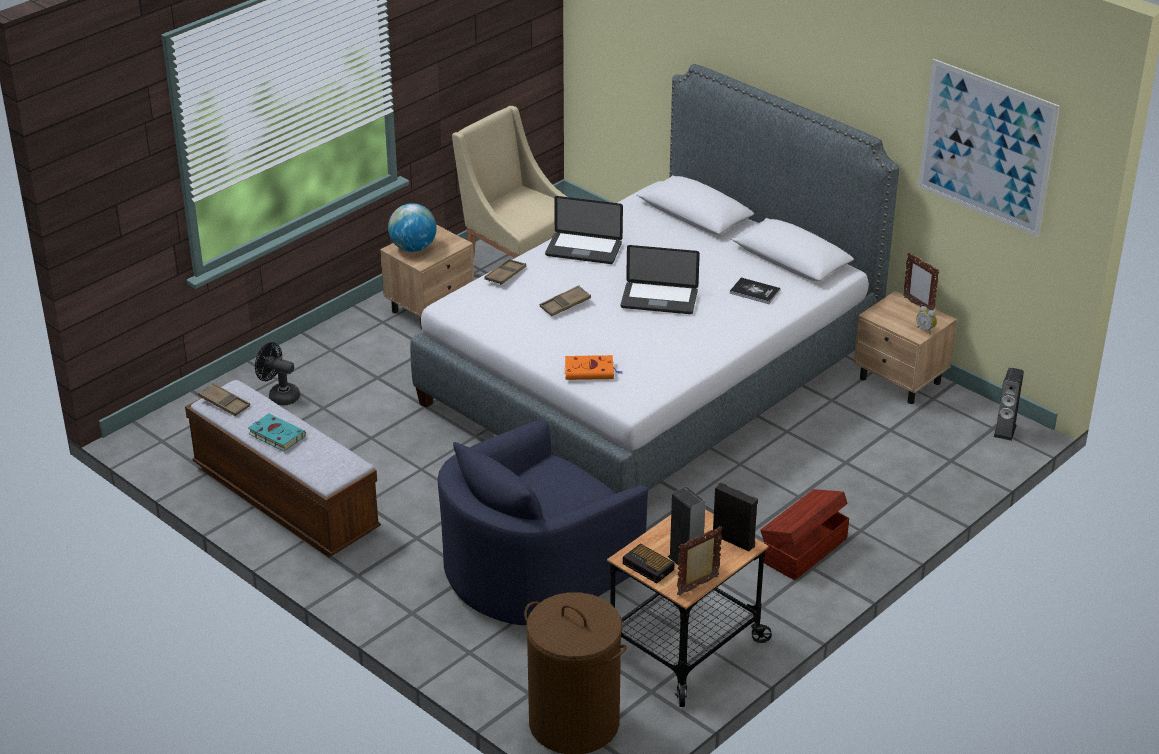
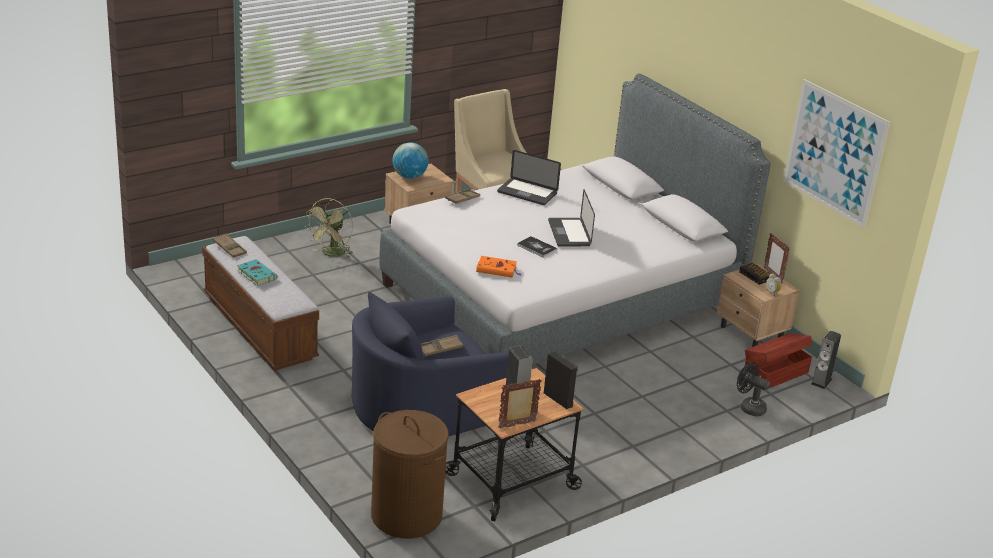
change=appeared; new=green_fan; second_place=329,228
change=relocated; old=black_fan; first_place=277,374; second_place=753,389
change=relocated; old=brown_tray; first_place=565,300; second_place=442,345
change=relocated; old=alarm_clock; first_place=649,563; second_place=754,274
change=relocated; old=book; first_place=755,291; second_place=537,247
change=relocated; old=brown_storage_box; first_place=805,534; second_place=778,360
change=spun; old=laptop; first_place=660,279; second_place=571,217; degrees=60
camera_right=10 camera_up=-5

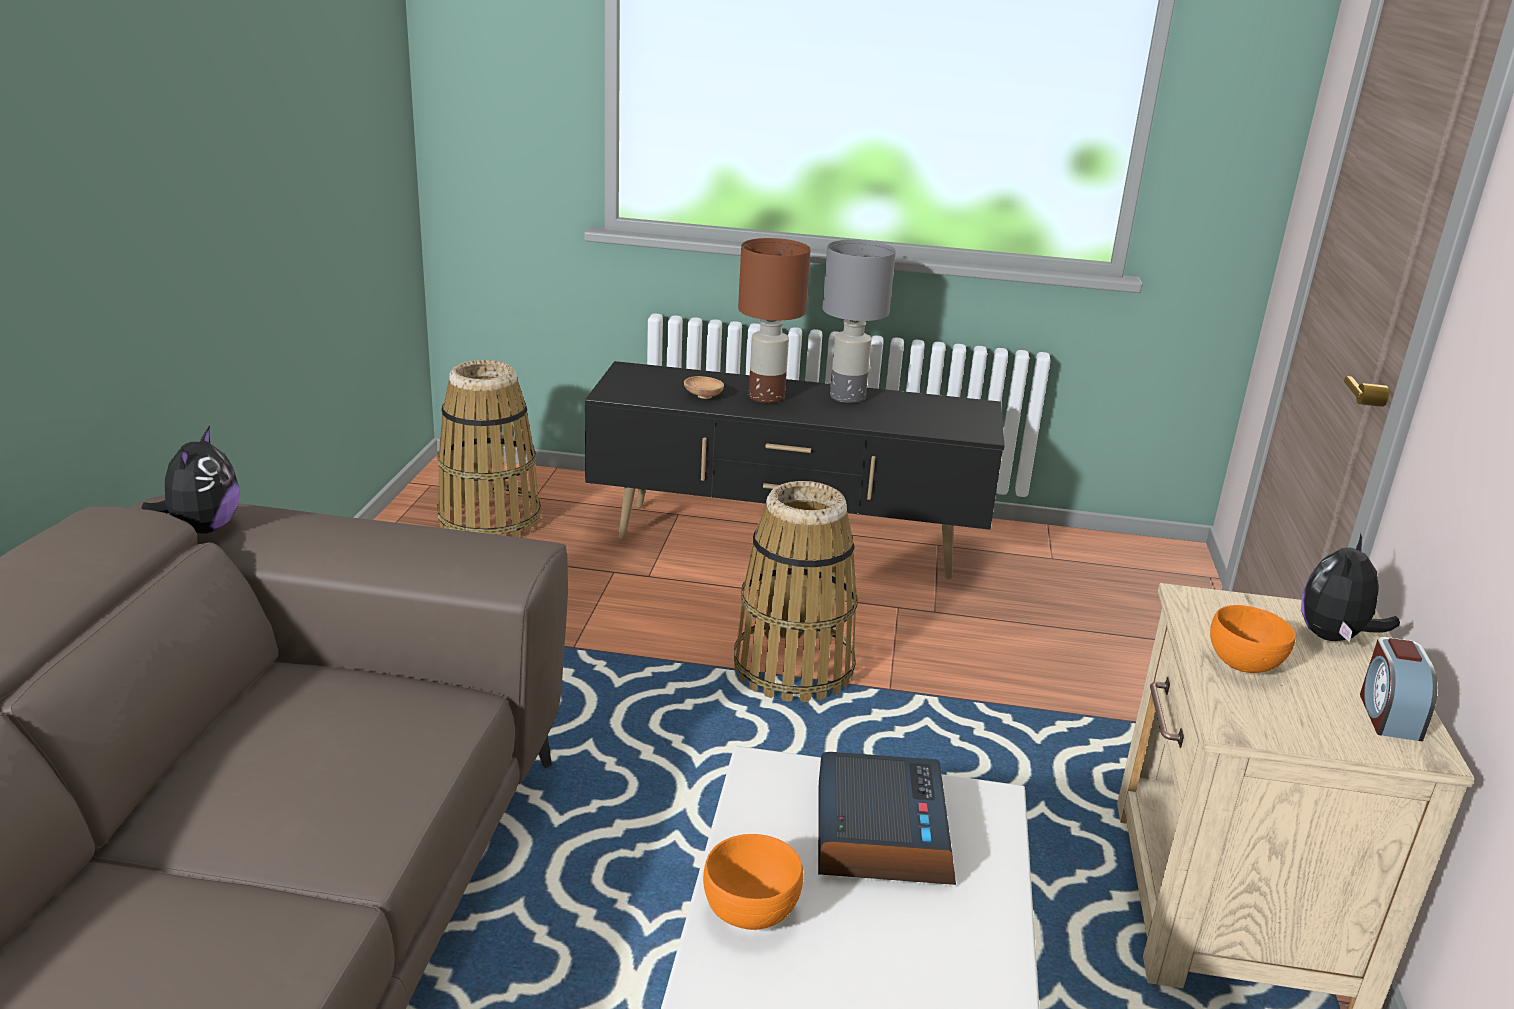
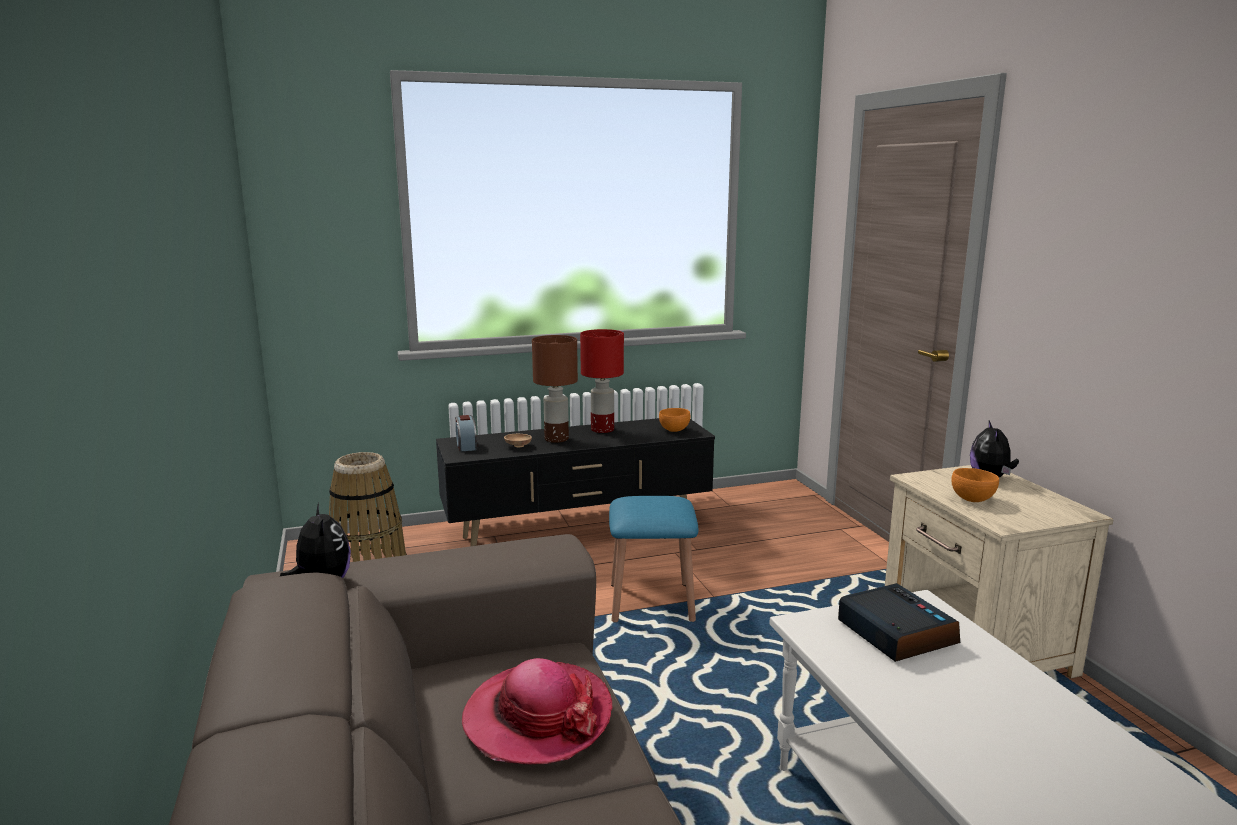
change=appeared; new=hat; second_place=537,711
change=relocated; old=orange_bowl; first_place=753,882; second_place=674,420
change=relocated; old=alarm_clock; first_place=1398,689; second_place=466,433
change=exchanged; old=basket; new=blue_stool; first_place=796,591; second_place=654,559
change=colour; old=grey_table_lamp; new=red_table_lamp; first_place=859,321; second_place=602,381
camera_right=-25 camera_up=-10

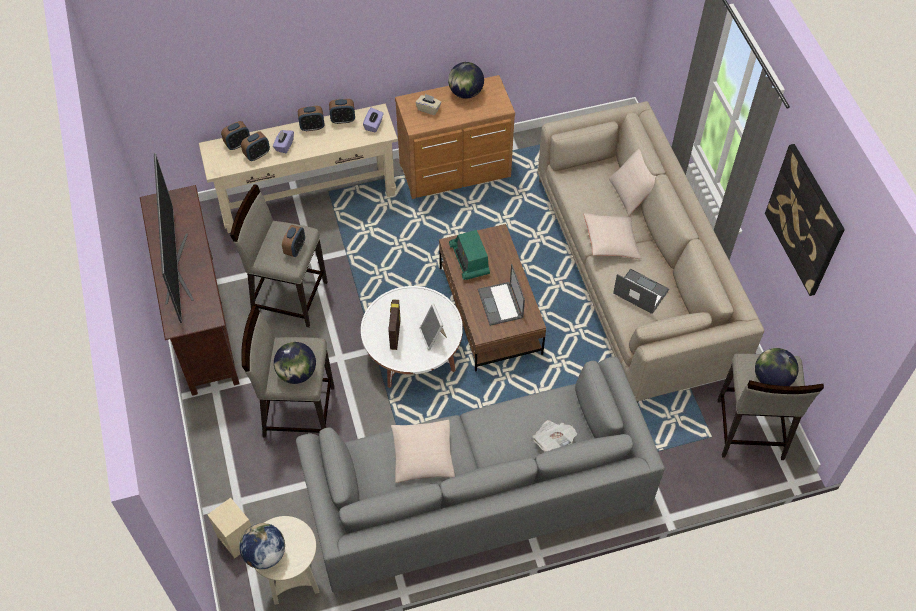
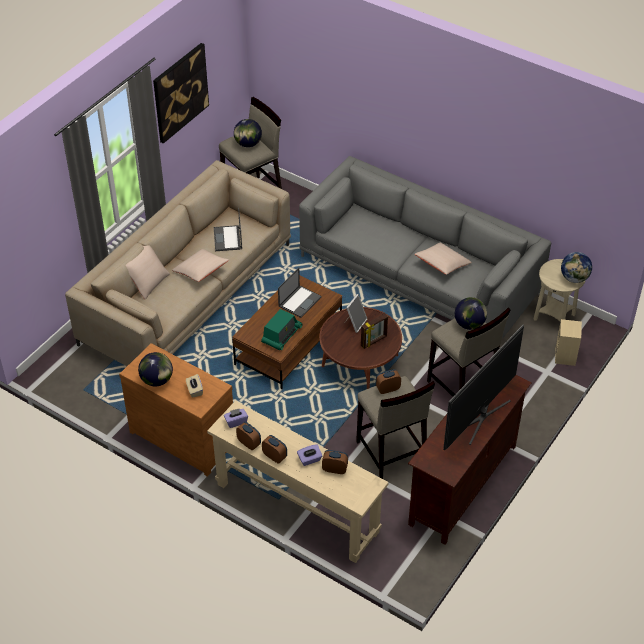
change=missing; old=alarm_clock; first_place=235,135
change=missing; old=newspaper; first_place=554,435
change=colour; old=white_coffee_table; new=brown_coffee_table; first_place=412,337; second_place=361,348
camera_right=-130 camera_up=-10

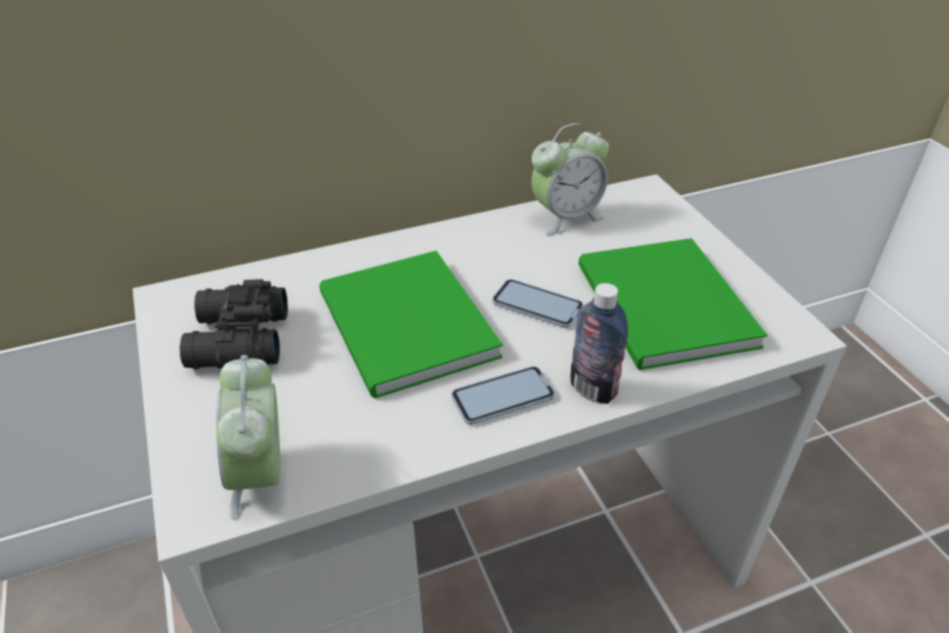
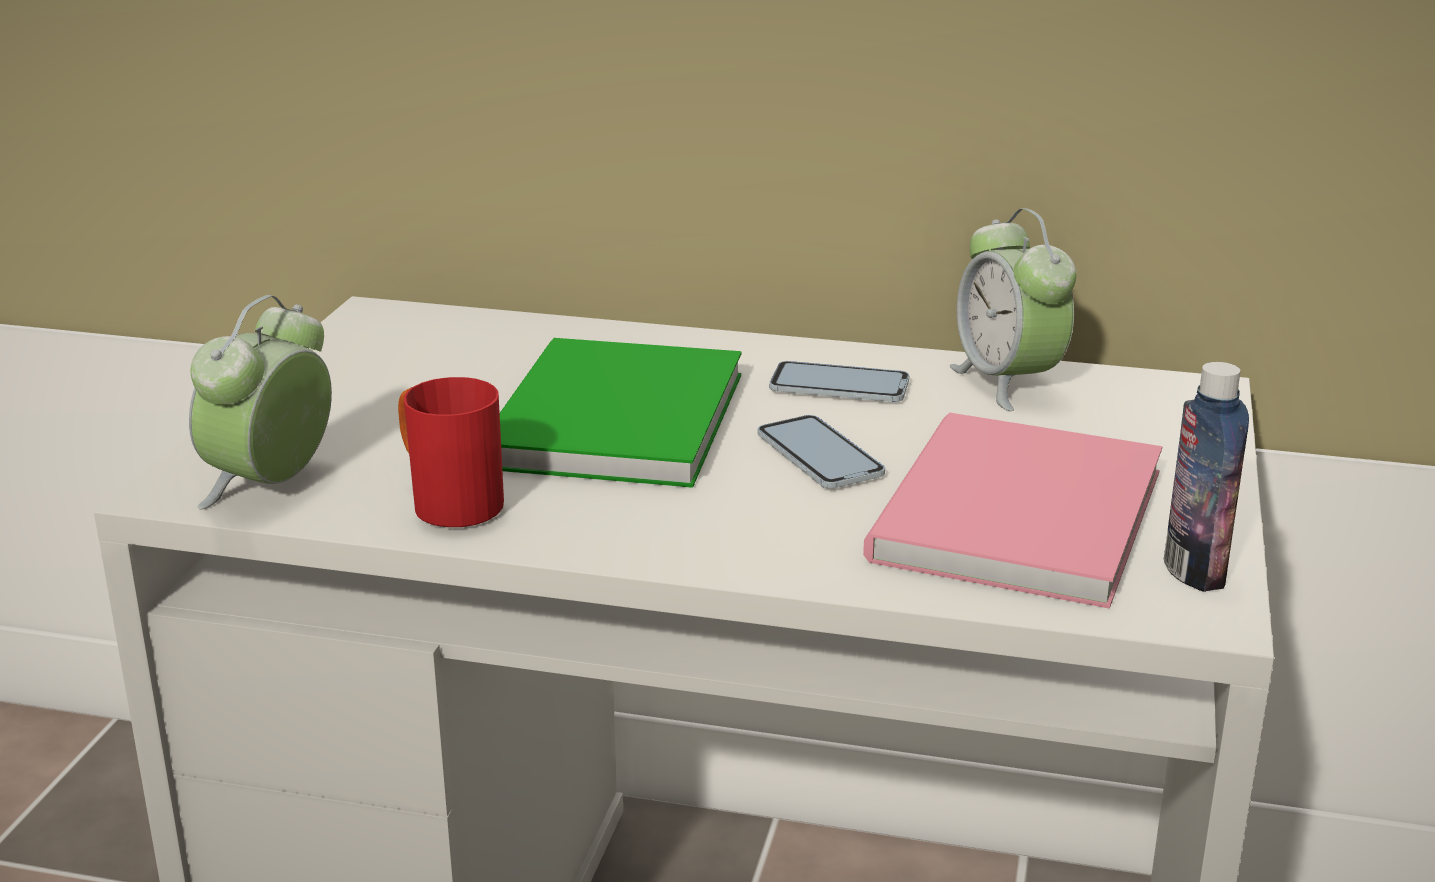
change=missing; old=black_binoculars; first_place=234,324
change=appeared; new=red_mug; second_place=451,452
change=relocated; old=phone; first_place=503,395; second_place=839,381
change=relocated; old=bottle; first_place=599,343; second_place=1206,477
change=colour; old=green_book; new=pink_book; first_place=673,304; second_place=1012,511
change=spun; old=alarm_clock; first_place=570,179; second_place=1013,309; degrees=60
camera_right=35 camera_up=-15

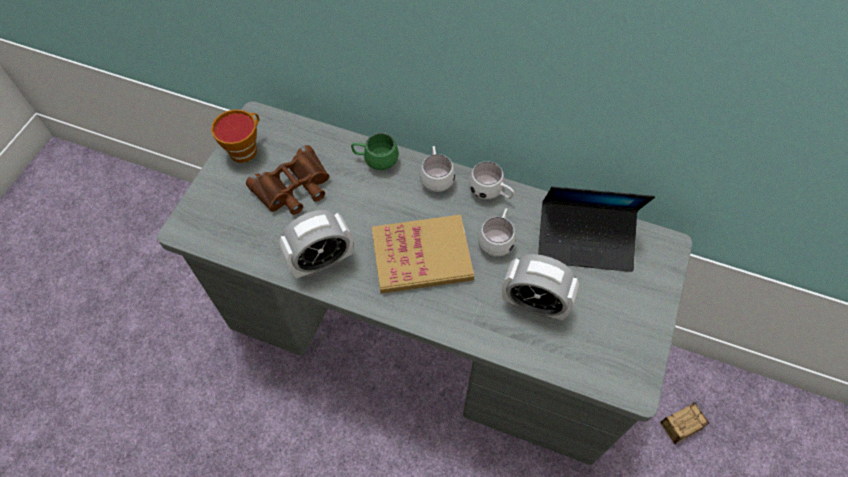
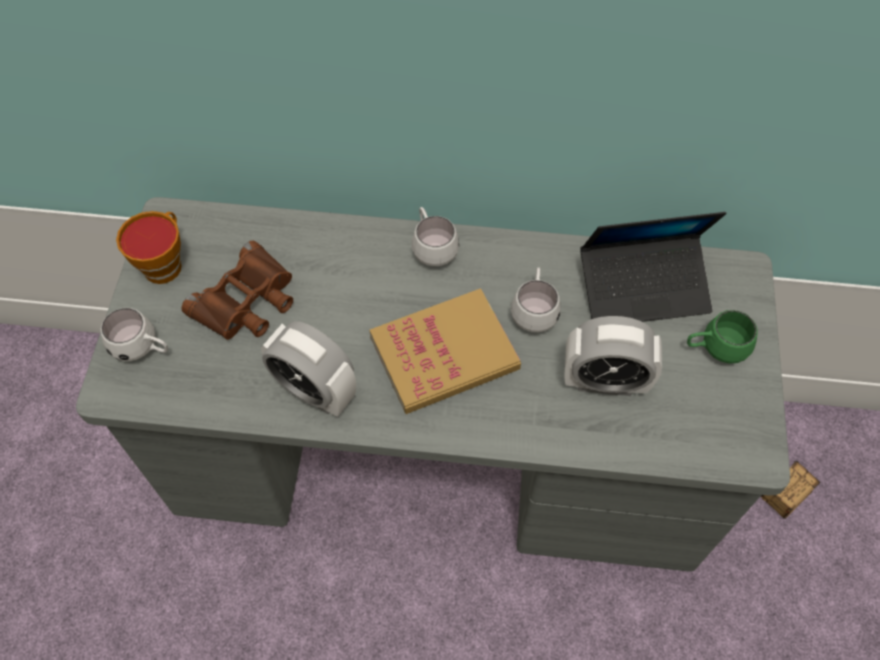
change=relocated; old=green_mug; first_place=375,151; second_place=722,337
change=relocated; old=white_mug; first_place=491,180; second_place=134,334
change=spun; old=alarm_clock; first_place=316,244; second_place=308,369; degrees=75
camera_right=-15 camera_up=0

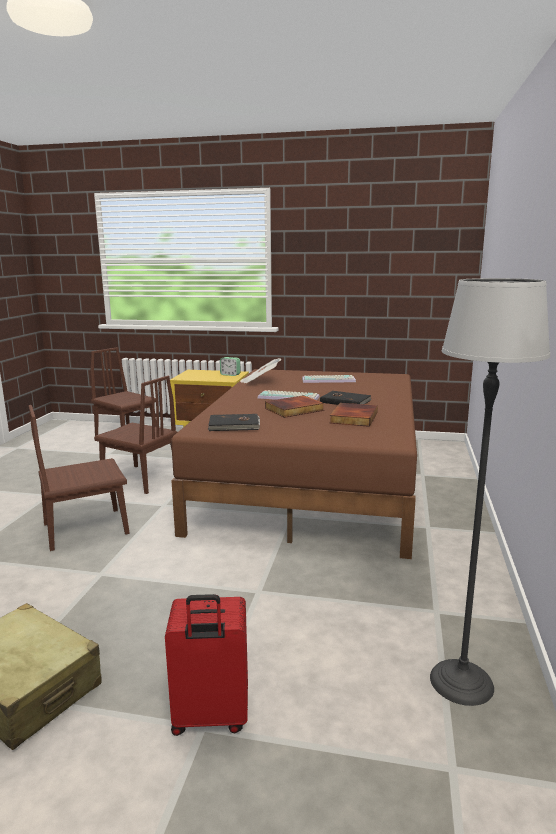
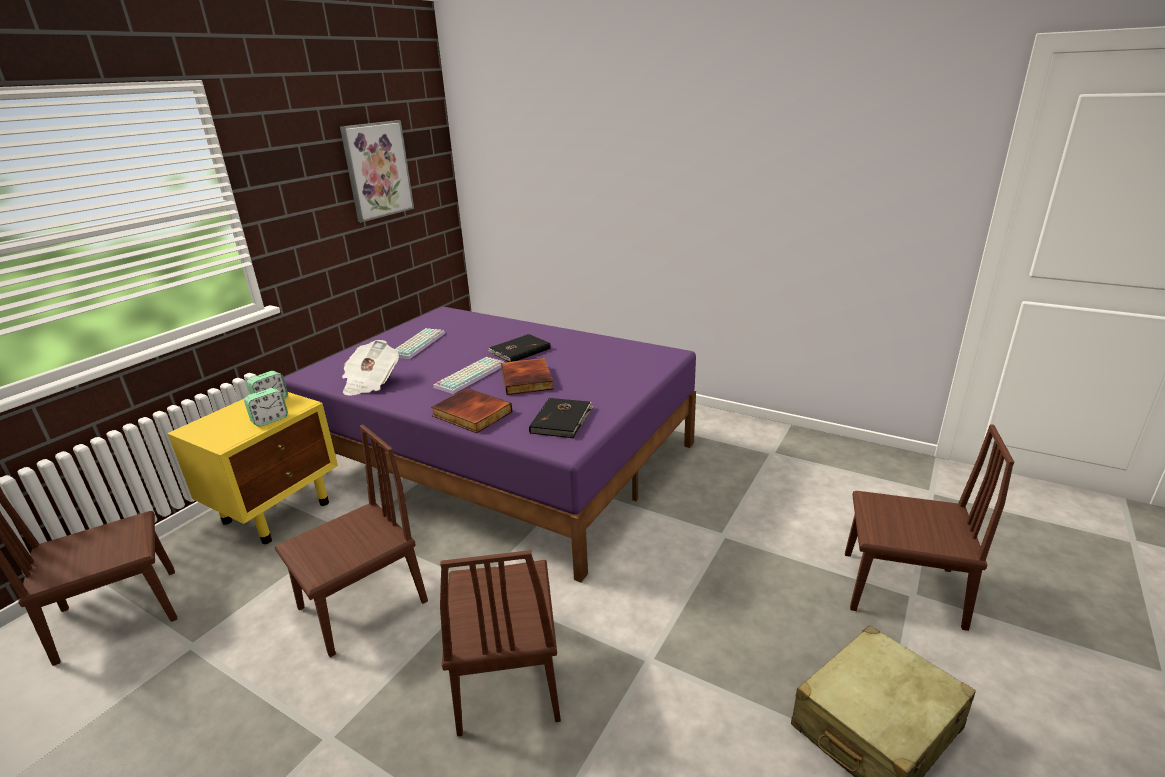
change=missing; old=floor_lamp; first_place=490,492
change=appeared; new=alarm_clock; second_place=266,407
change=appeared; new=picture; second_place=377,171
change=relocated; old=book; first_place=354,415; second_place=471,410
change=exchanged; old=red_suitcase; new=brown_chair; first_place=206,665; second_place=929,527
change=colour; old=brown_bed; new=purple_bed; first_place=294,464; second_place=490,445
camera_right=-70 camera_up=10

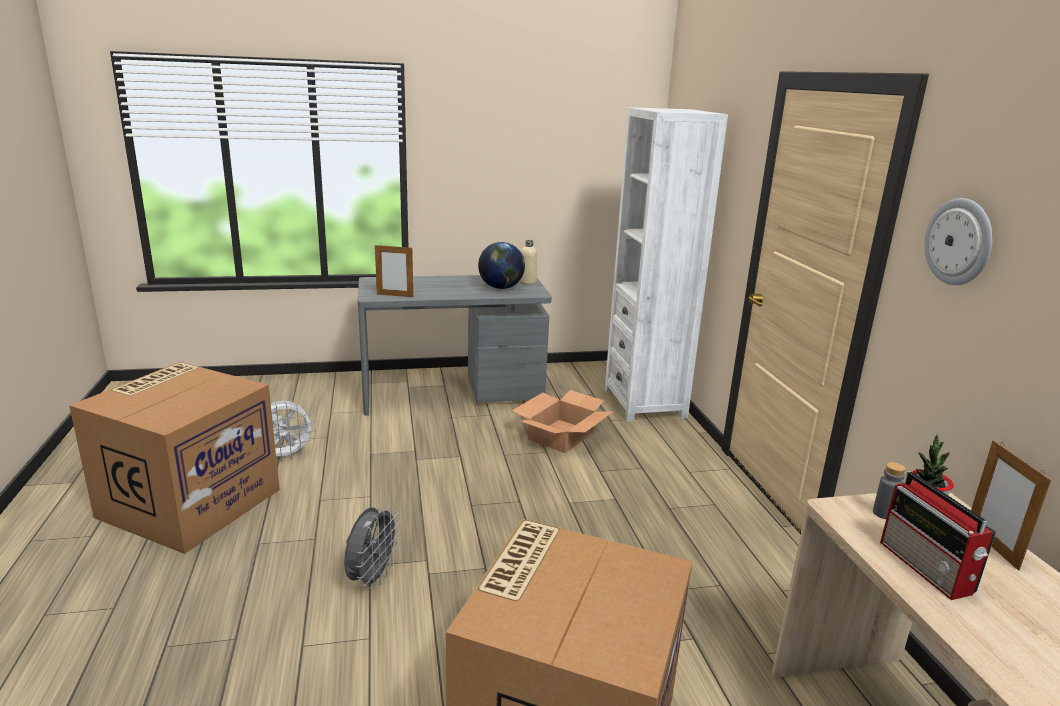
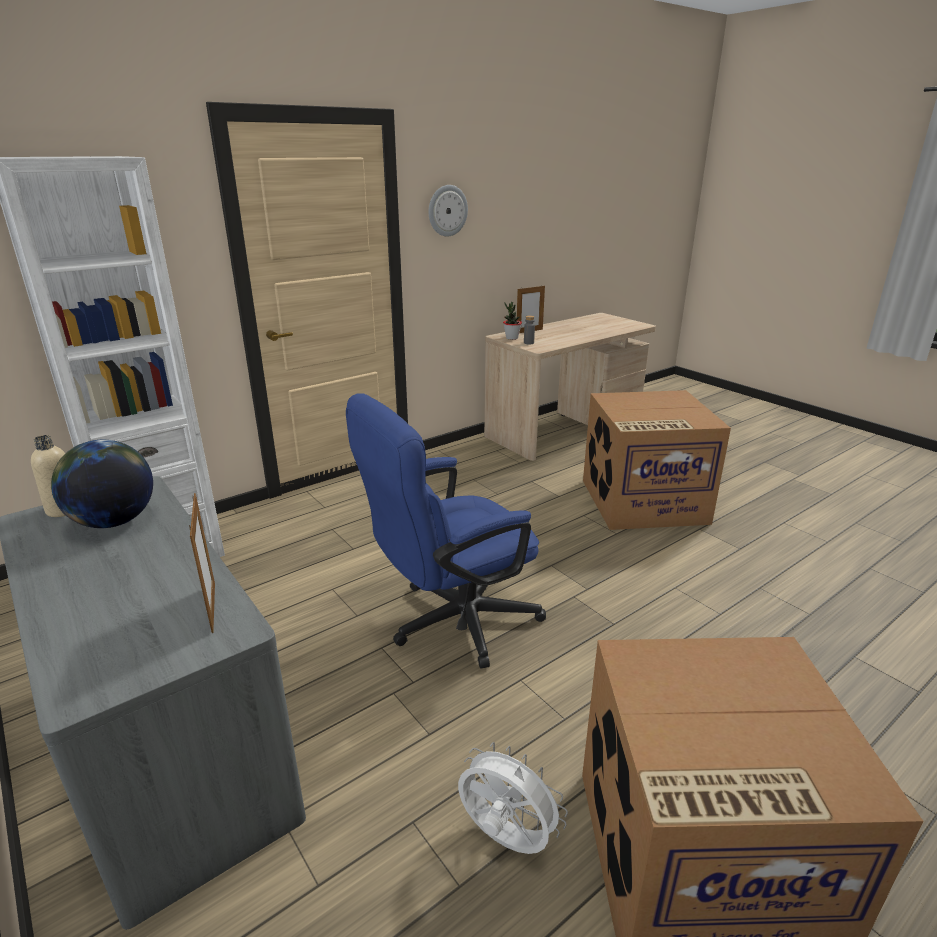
change=missing; old=grey_fan; first_place=372,547
change=missing; old=cardboard_box; first_place=563,421
change=missing; old=radio; first_place=938,535
change=appeared; new=blue_office_chair; second_place=446,531
camera_right=-115 camera_up=5

